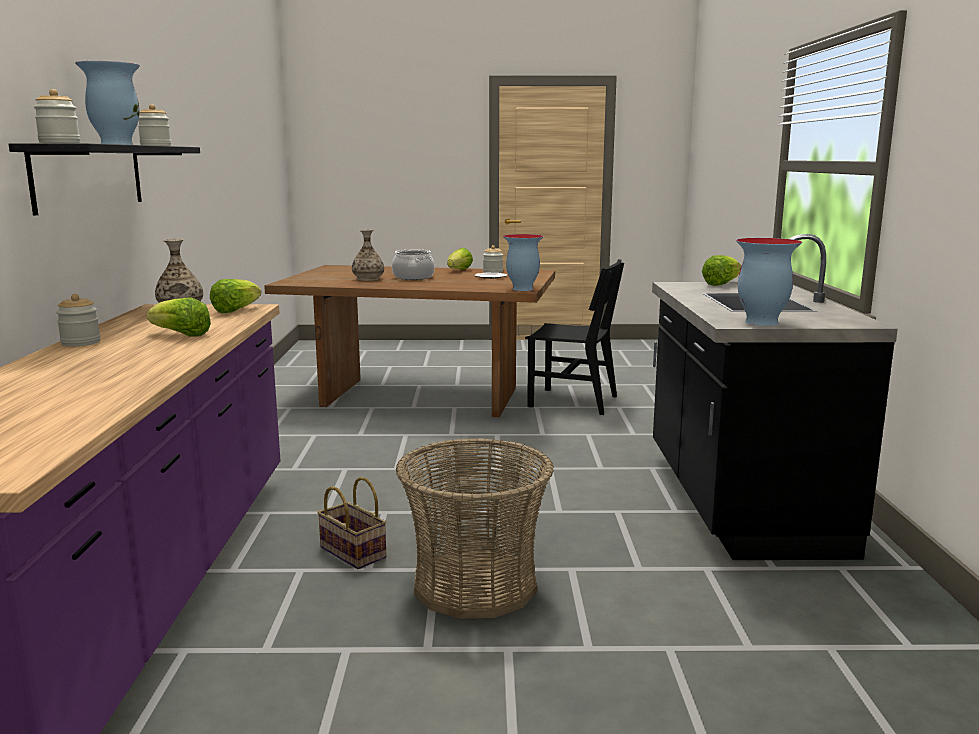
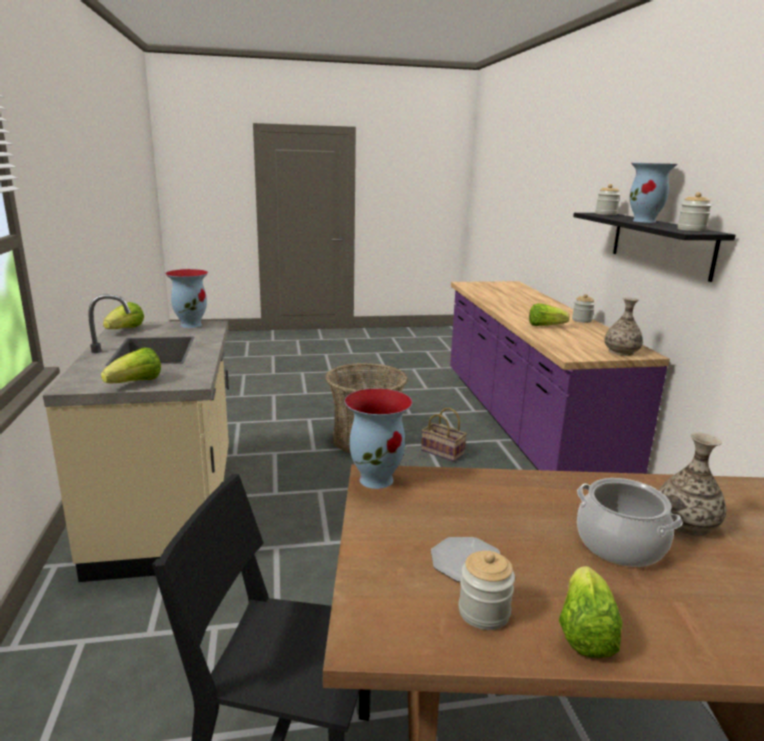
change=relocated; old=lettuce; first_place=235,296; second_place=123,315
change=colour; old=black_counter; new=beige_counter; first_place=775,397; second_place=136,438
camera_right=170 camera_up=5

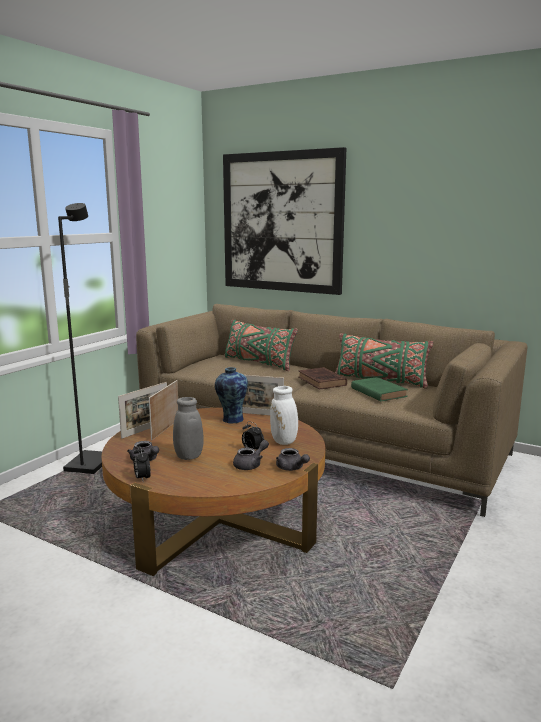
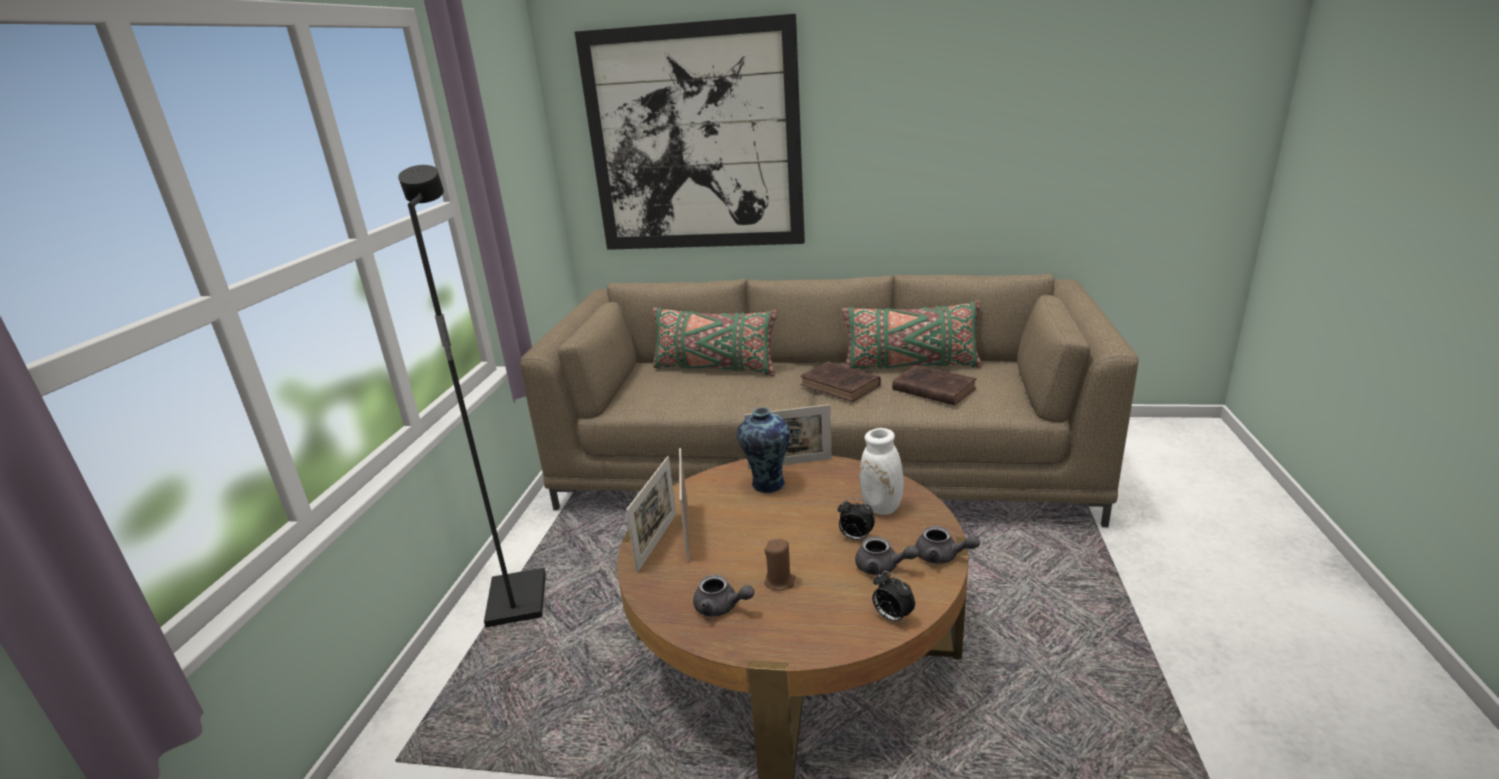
change=relocated; old=alarm_clock; first_place=142,463; second_place=893,598
change=exchanged; old=grey_vase; new=brown_candle; first_place=188,428; second_place=780,565
change=colour; old=green_book; new=brown_book; first_place=379,389; second_place=934,385
change=spun; old=grey_teapot; first_place=251,455; second_place=887,556; degrees=90
camera_right=-20 camera_up=10

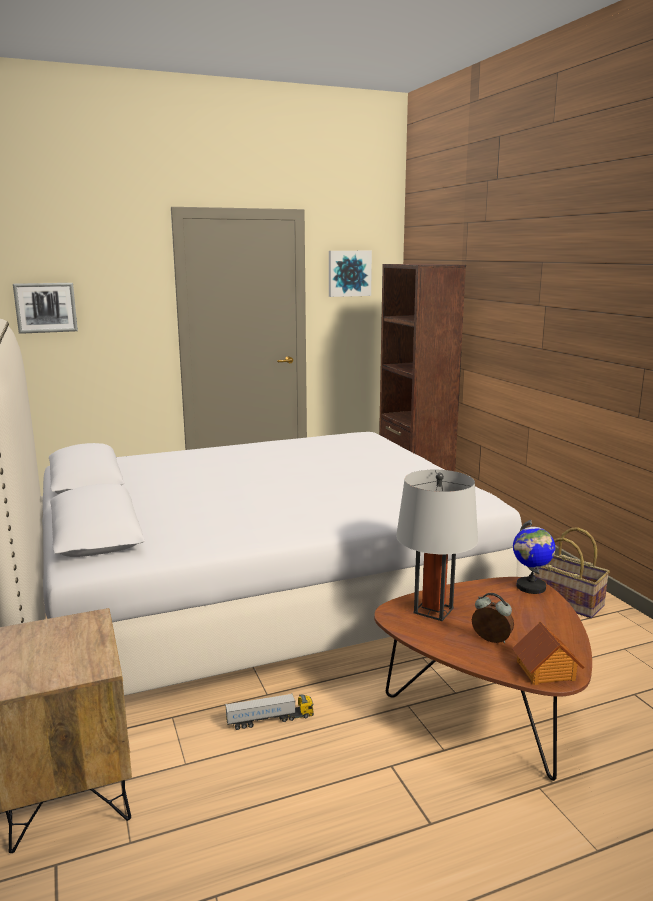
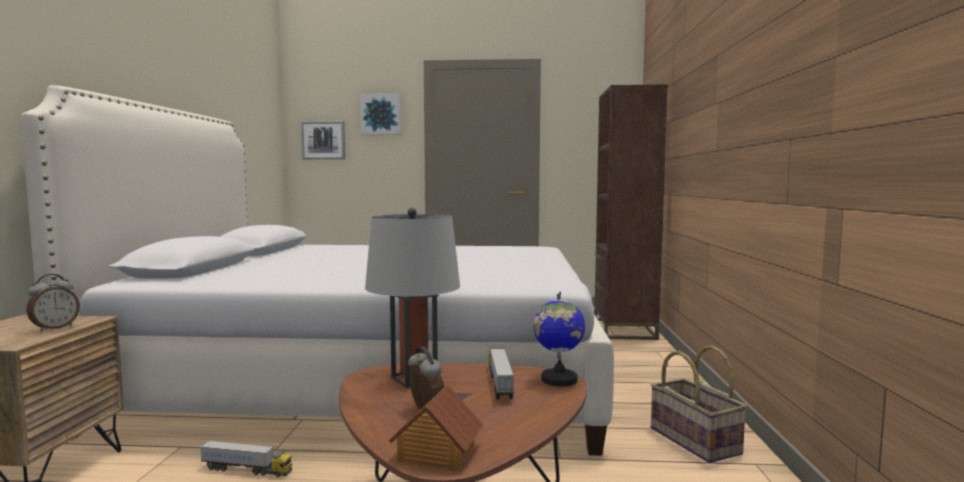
change=appeared; new=alarm_clock; second_place=53,303
change=appeared; new=toy_truck; second_place=501,373
change=relocated; old=picture; first_place=350,274; second_place=381,114
camera_right=25 camera_up=-10

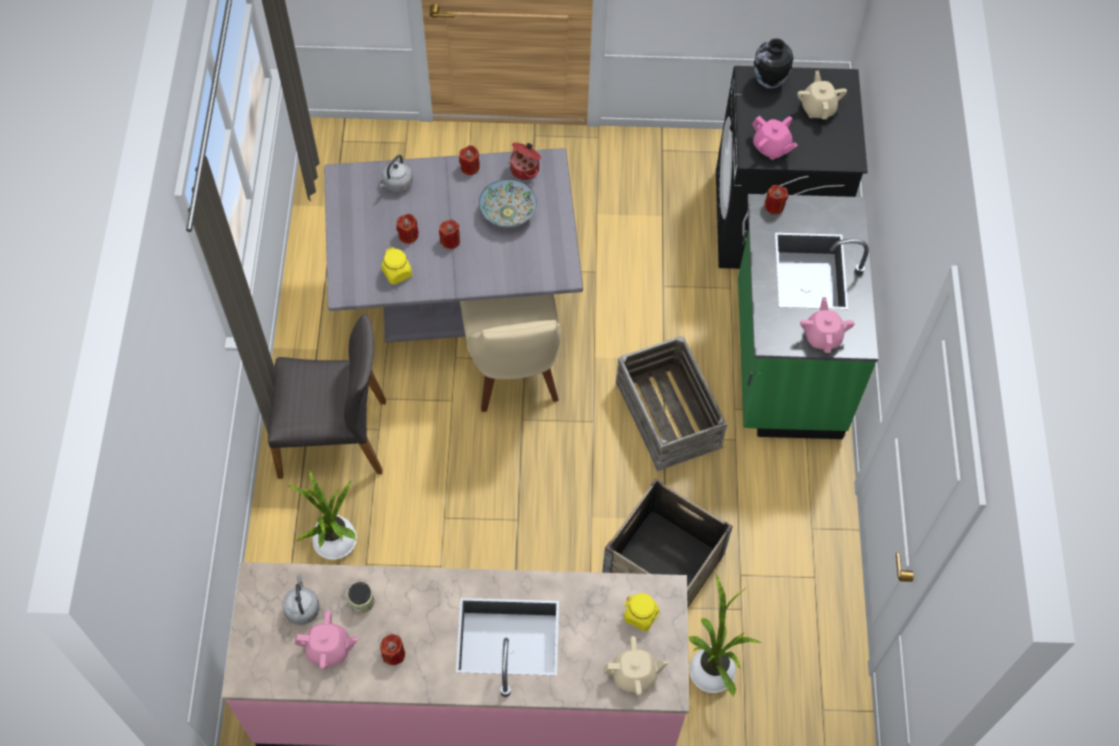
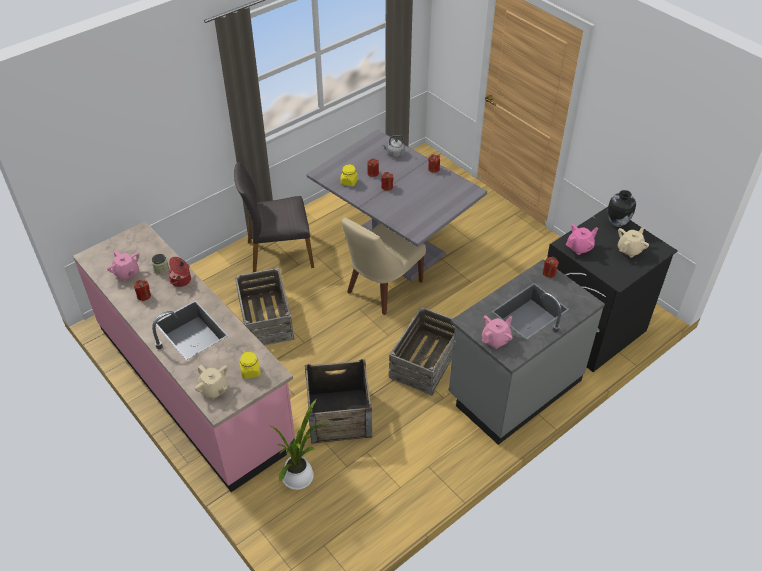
change=missing; old=grey_kettle; first_place=301,600
change=missing; old=potted_plant; first_place=322,514
change=missing; old=bowl; first_place=508,203
change=appeared; new=crate; second_place=265,306
change=relocated; old=cooking_pot; first_place=525,161; second_place=179,272
change=colour; old=green_counter; new=grey_counter; first_place=808,316; second_place=527,352
change=spun; old=grey_chair; first_place=327,396; second_place=274,217; degrees=120
change=spun; old=pink_teapot; first_place=775,138; second_place=582,239; degrees=-120
camera_right=50 camera_up=-15

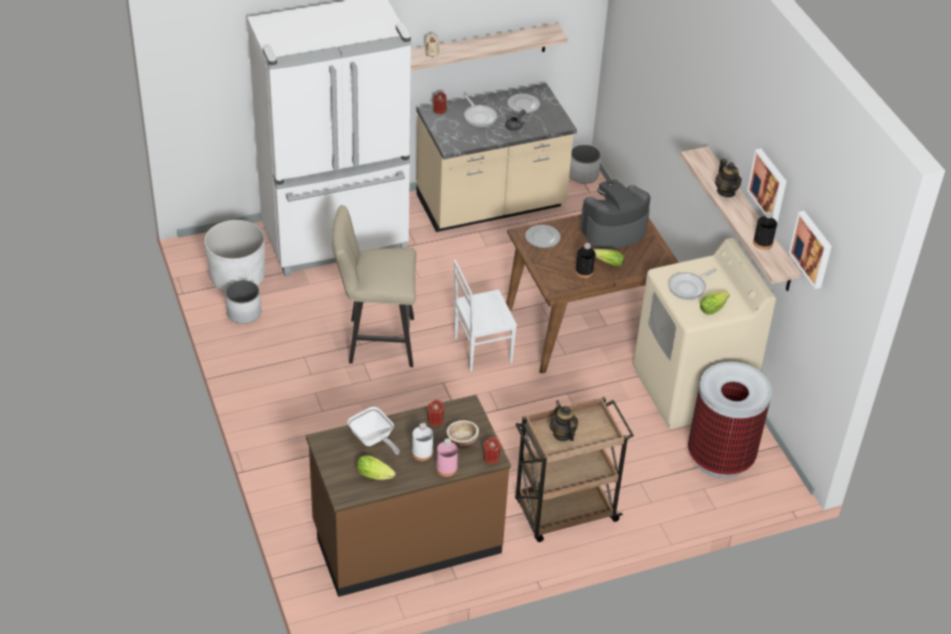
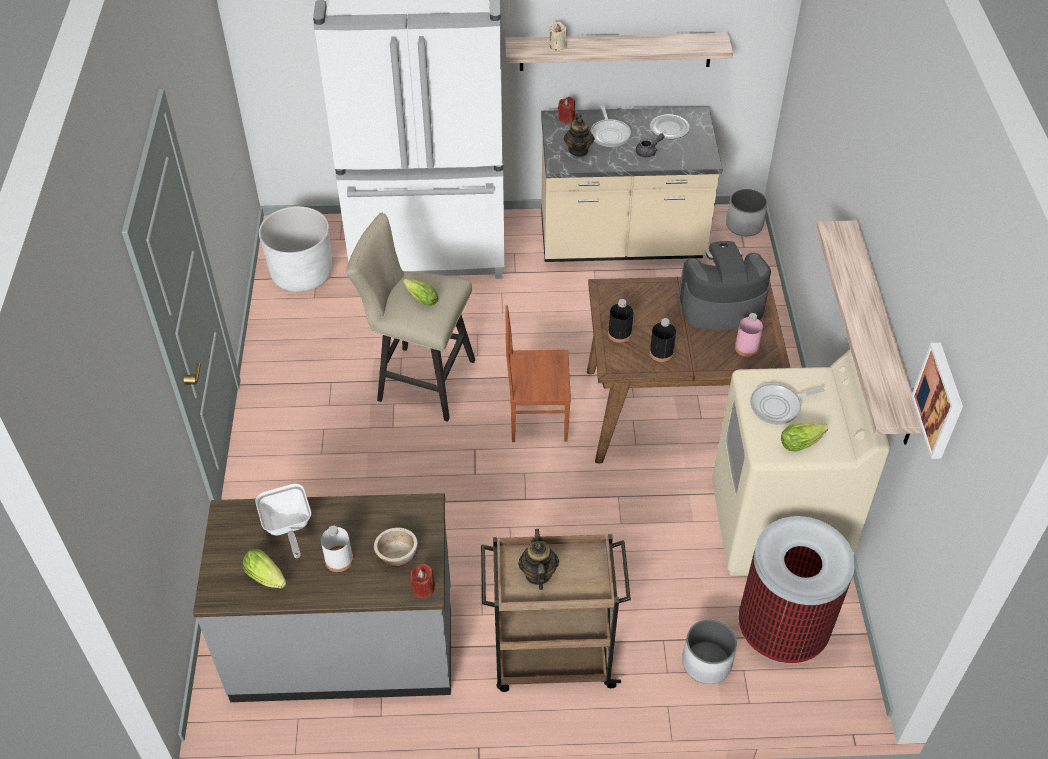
change=missing; old=red_candle; first_place=436,413
change=missing; old=plate; first_place=543,236
change=missing; old=picture; first_place=767,185
change=relocated; old=white_planter; first_place=243,302; second_place=709,651
change=relocated; old=pink_bottle; first_place=447,457; second_place=749,335
change=relocated; old=lettuce; first_place=608,257; second_place=421,292
change=relocated; old=teapot; first_place=728,178; second_place=579,135
change=relocated; old=black_bottle; first_place=765,231; second_place=620,321
change=colour; old=brown_counter; new=grey_counter; first_place=408,496; second_place=322,597
change=colour; old=white_chair; new=brown_chair; first_place=485,316; second_place=538,373
camera_right=20 camera_up=5

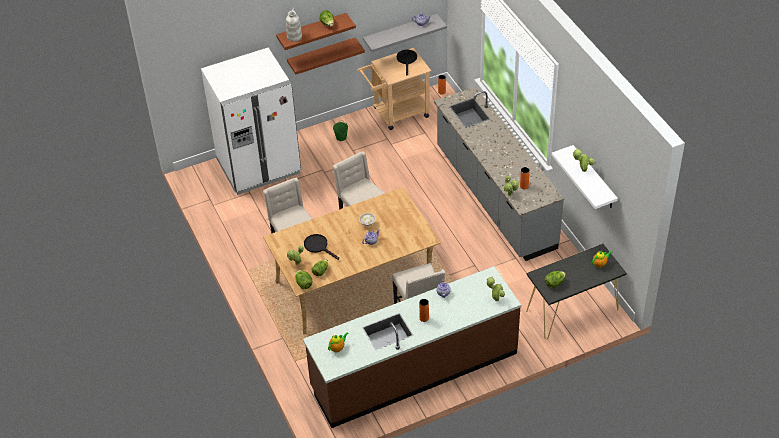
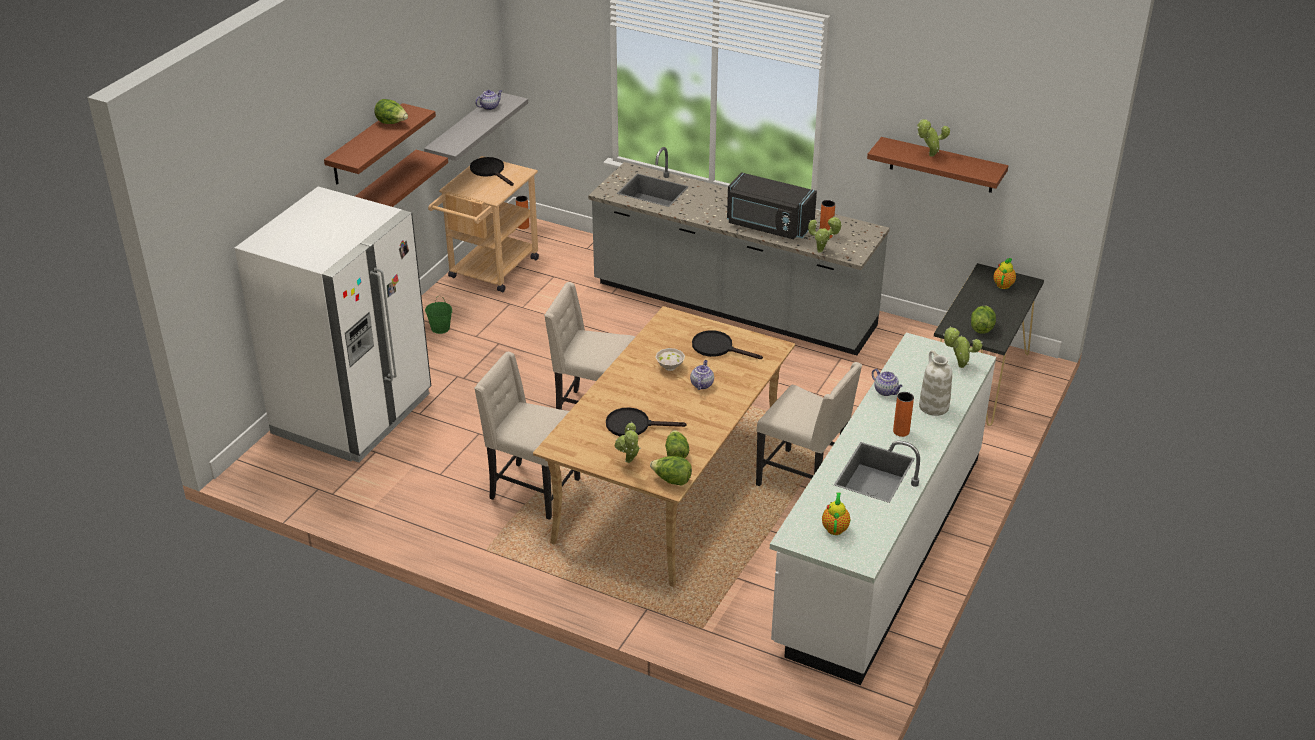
change=appeared; new=black_frying_pan; second_place=727,344
change=appeared; new=black_microwave; second_place=772,205
change=relocated; old=white_vase; first_place=294,25; second_place=935,383
change=colour; old=brown_counter; new=white_counter; first_place=412,347; second_place=883,508
change=colour; old=white_shelf; new=brown_shelf; first_place=584,177; second_place=938,165
camera_right=-40 camera_up=-10

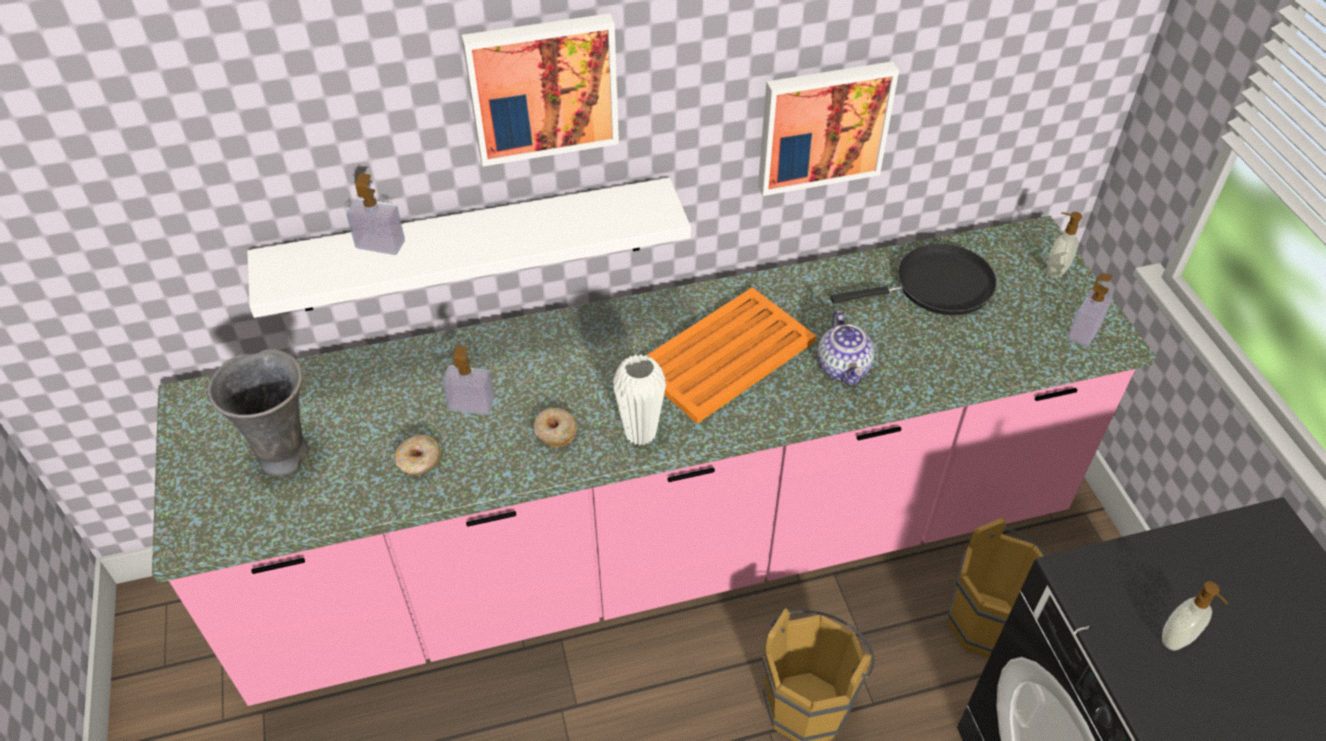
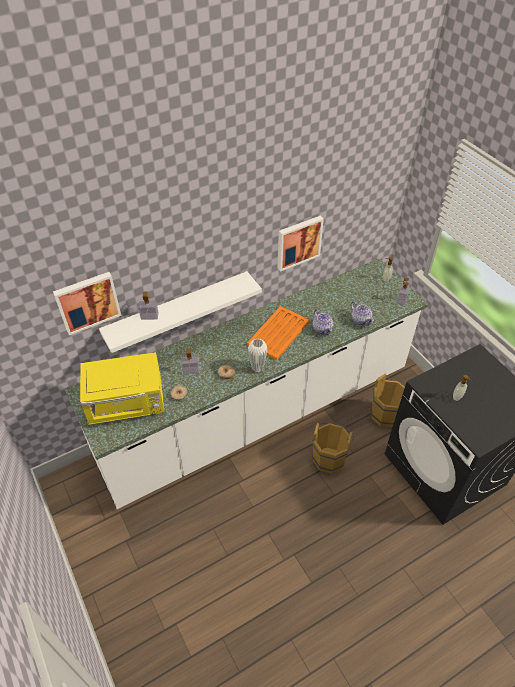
change=missing; old=black_frying_pan; first_place=913,279
change=appeared; new=teapot; second_place=362,313
change=relocated; old=picture; first_place=540,89; second_place=87,303
change=exchanged; old=grey_vase; new=yellow_microwave; first_place=258,413; second_place=122,388
change=colour; old=pink_counter; new=white_counter; first_place=654,461; second_place=246,384
camera_right=-15 camera_up=0

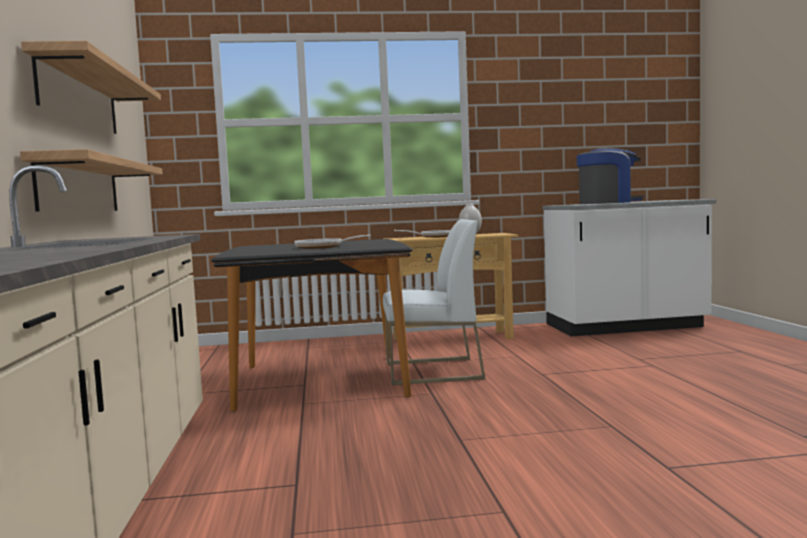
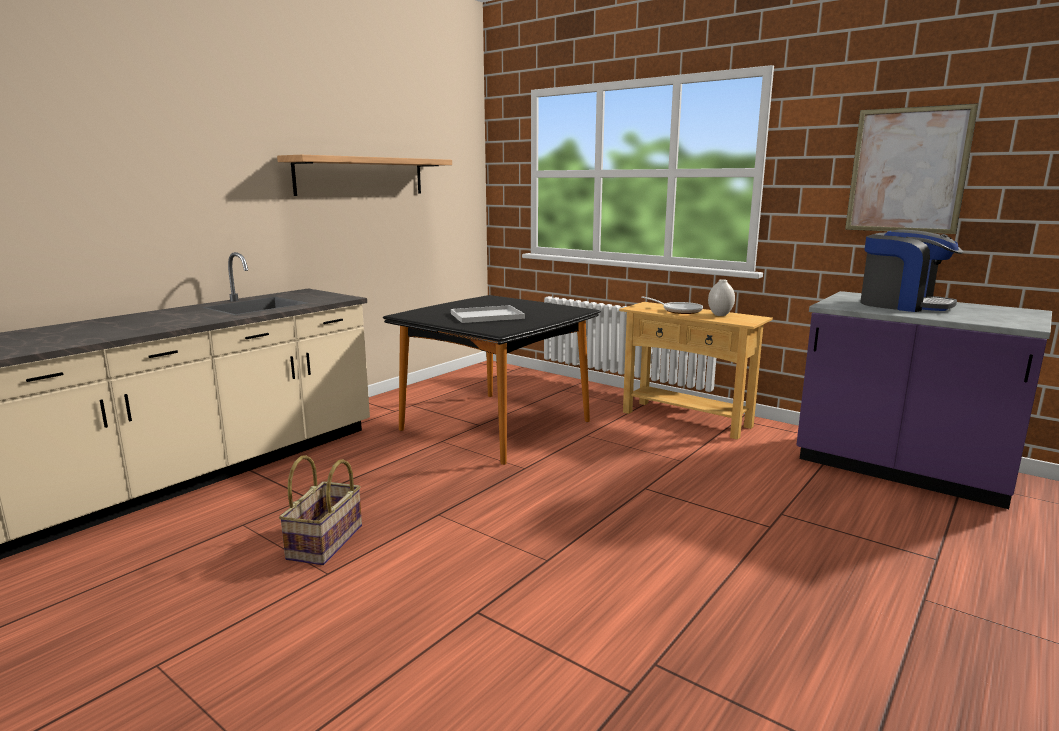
change=missing; old=shelf; first_place=91,180
change=missing; old=white_chair; first_place=434,302
change=appeared; new=basket; second_place=320,510
change=appeared; new=picture; second_place=911,168
change=exchanged; old=frying_pan; new=white_tray; first_place=332,242; second_place=488,314
change=colour; old=white_counter; new=purple_counter; first_place=629,267; second_place=924,400
camera_right=45 camera_up=10

